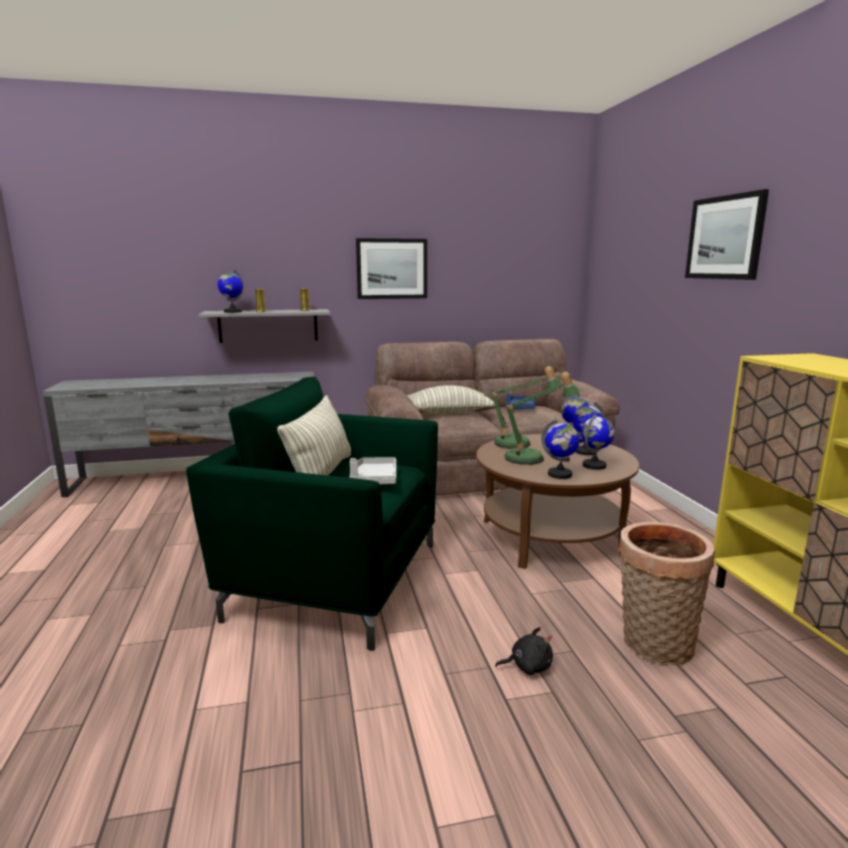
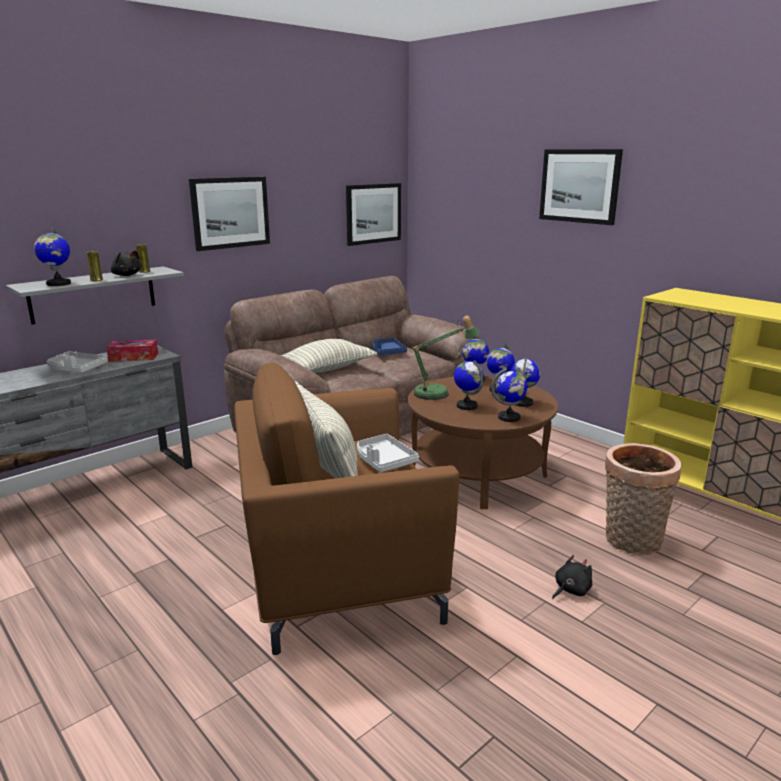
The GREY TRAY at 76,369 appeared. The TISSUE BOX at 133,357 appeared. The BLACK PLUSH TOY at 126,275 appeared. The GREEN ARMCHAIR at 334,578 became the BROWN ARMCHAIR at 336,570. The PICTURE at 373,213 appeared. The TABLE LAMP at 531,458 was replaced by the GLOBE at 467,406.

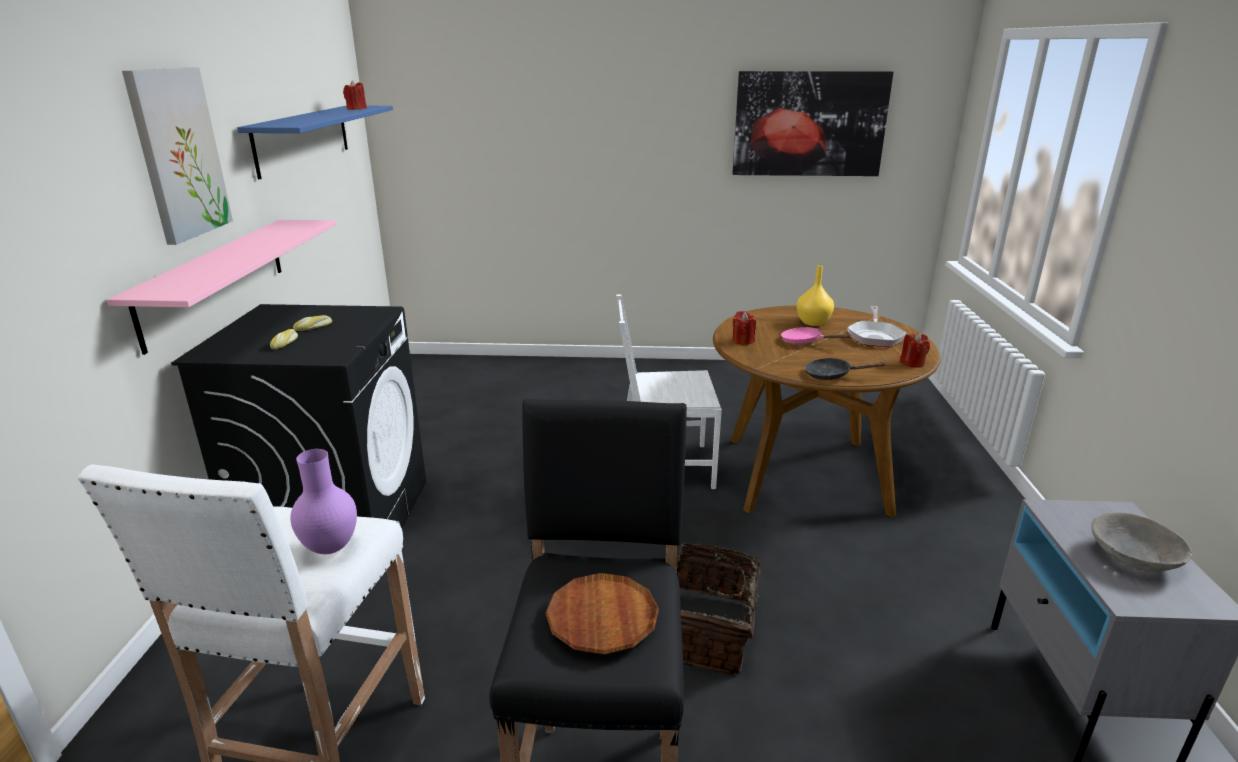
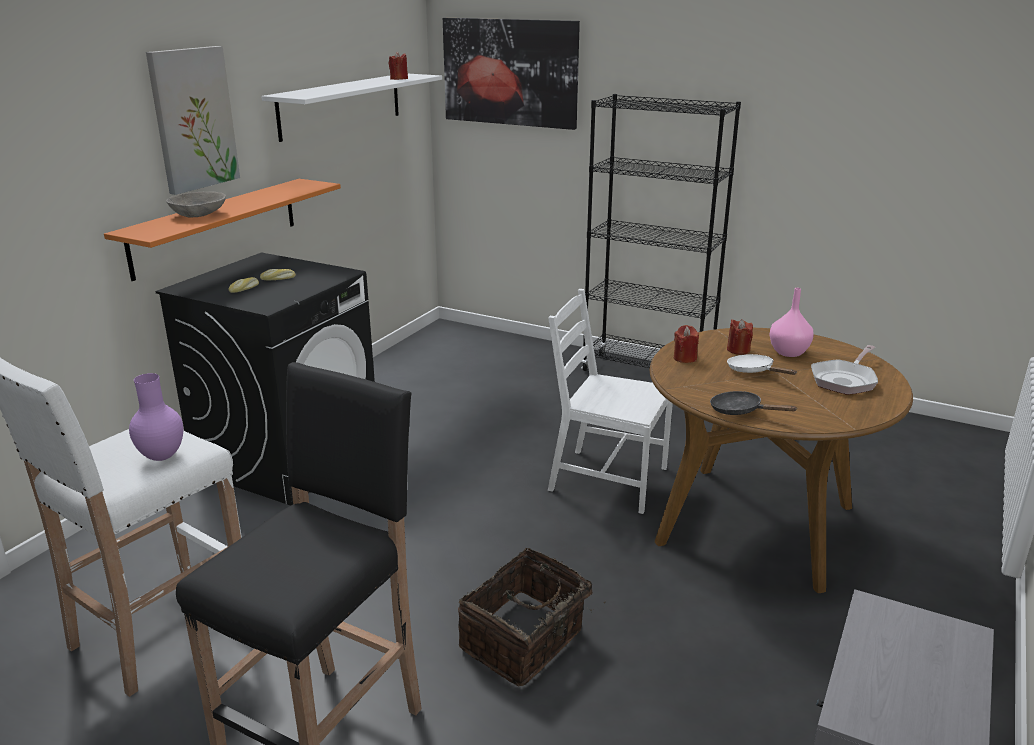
The PINK SHELF at 215,279 became the ORANGE SHELF at 216,226. The GREY BOWL moved from 1132,556 to 199,214. The BLUE SHELF at 303,138 became the WHITE SHELF at 341,105. The PICTURE moved from 809,124 to 510,72. The BLACK BOOKCASE at 647,374 appeared. The RED CANDLE moved from 912,363 to 738,350. The PINK FRYING PAN at 805,342 became the WHITE FRYING PAN at 753,371. The YELLOW VASE at 813,322 became the PINK VASE at 789,352. The BROWN PLATE at 602,619 disappeared.

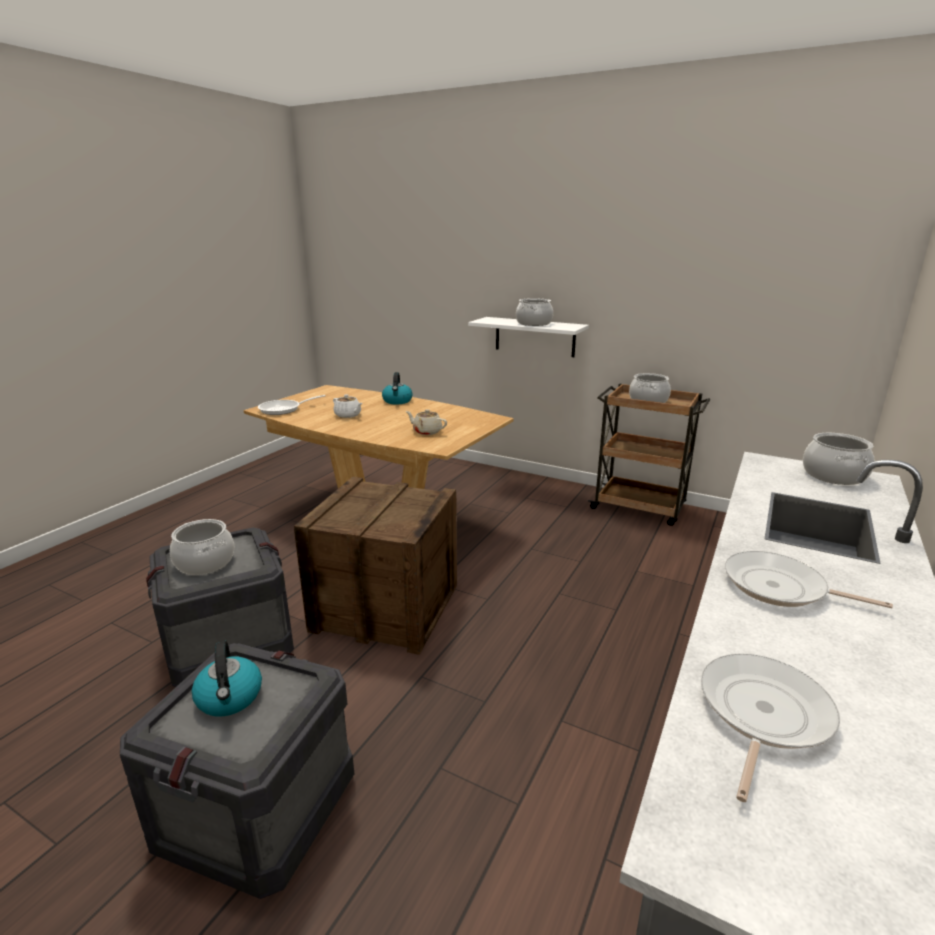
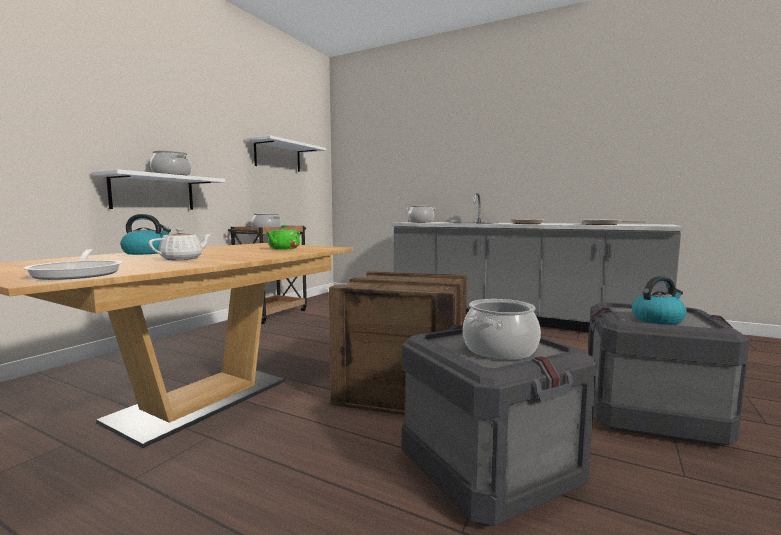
The WHITE SHELF at 278,156 appeared. The BEIGE TEAPOT at 426,431 became the GREEN TEAPOT at 283,249.

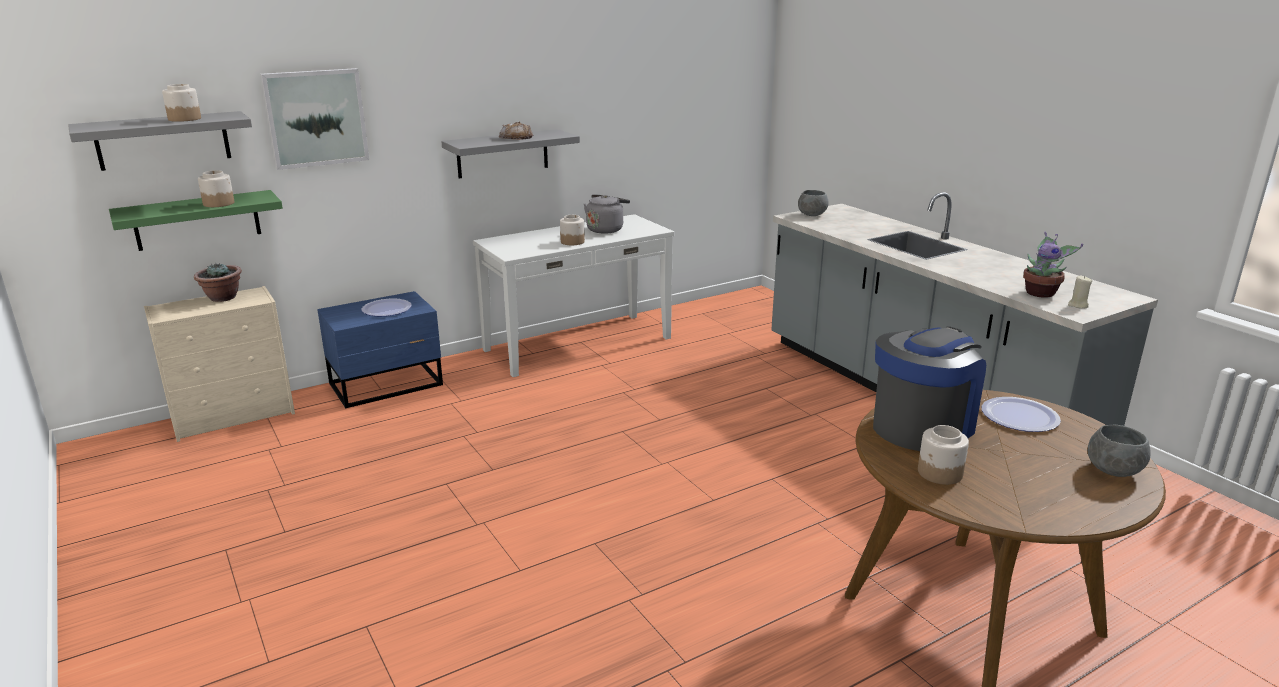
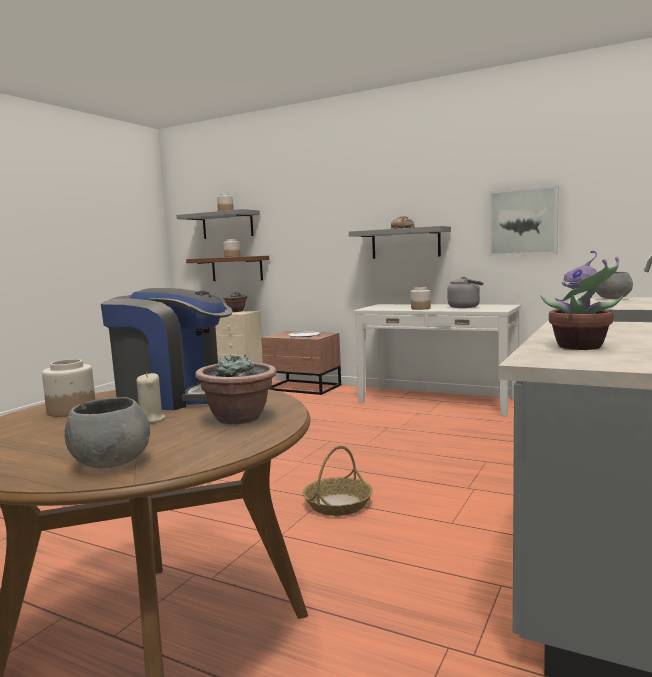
The BEIGE CANDLE moved from 1078,305 to 150,420. The GREEN SHELF at 197,220 became the BROWN SHELF at 237,268. The PLATE at 1019,416 was replaced by the POTTED PLANT at 239,418. The BLUE NIGHTSTAND at 388,385 became the BROWN NIGHTSTAND at 303,388. The BASKET at 338,504 appeared. The PICTURE moved from 316,118 to 523,222.

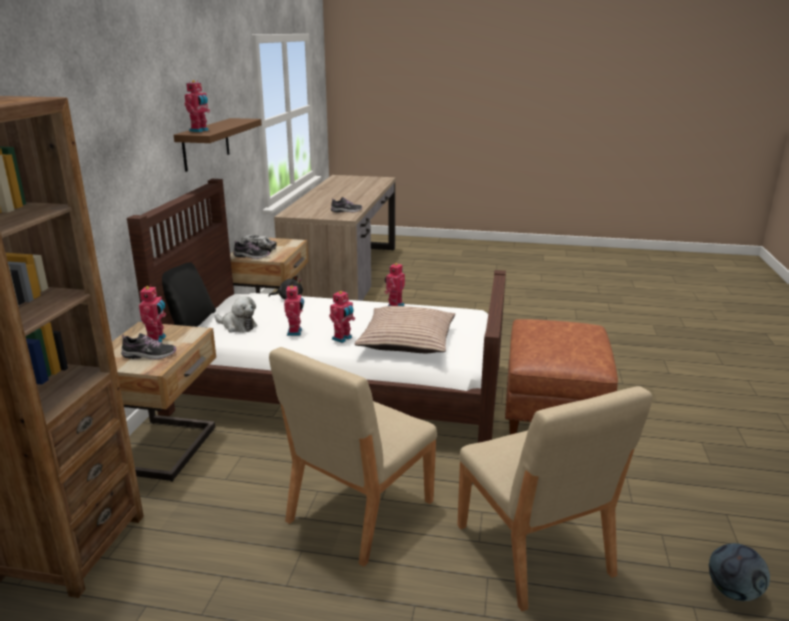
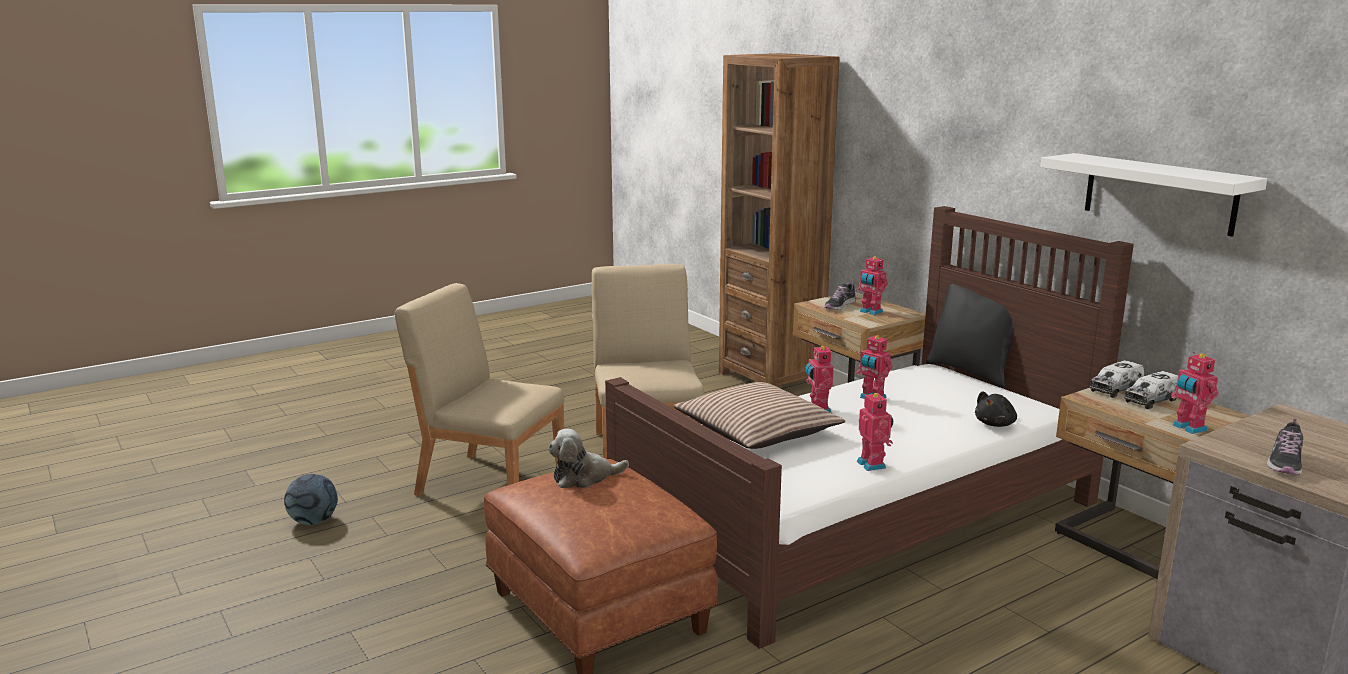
The PLUSH TOY moved from 237,326 to 584,477. The BROWN SHELF at 206,144 became the WHITE SHELF at 1159,193. The SHOE at 251,256 was replaced by the TOY TRUCK at 1116,389. The TOY ROBOT moved from 200,131 to 1188,428.

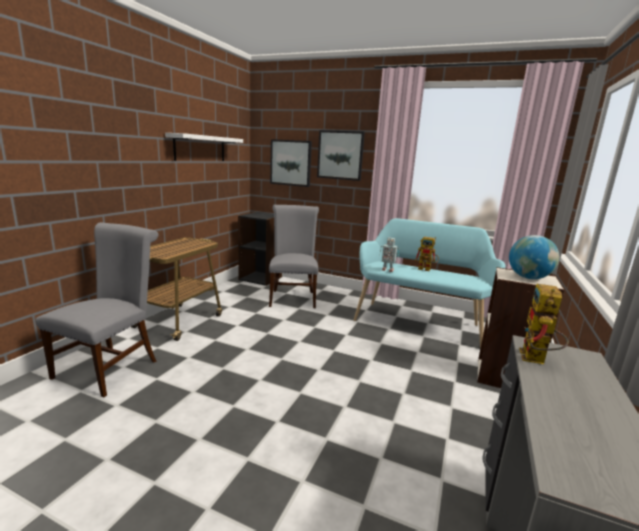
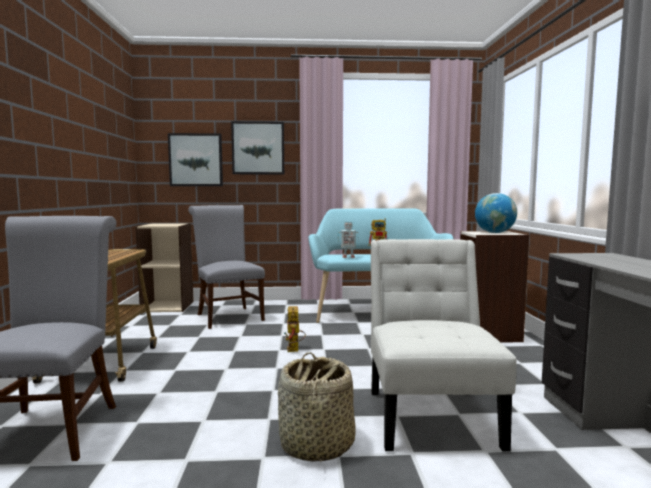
The BLACK BOOKCASE at 261,278 became the BEIGE BOOKCASE at 168,306. The BASKET at 316,445 appeared. The TOY ROBOT moved from 536,360 to 294,350. The WHITE CHAIR at 430,414 appeared. The WHITE SHELF at 200,148 disappeared.

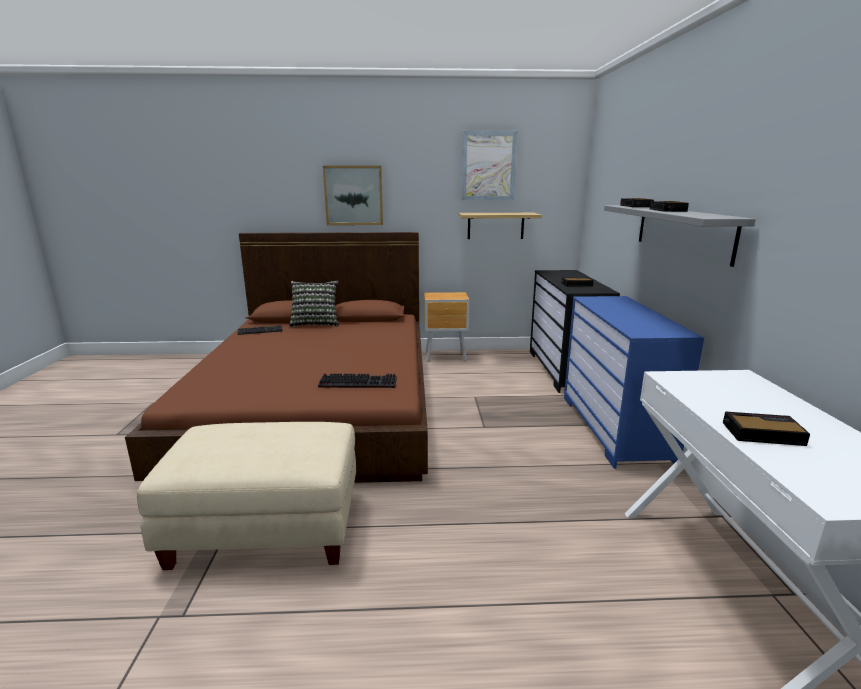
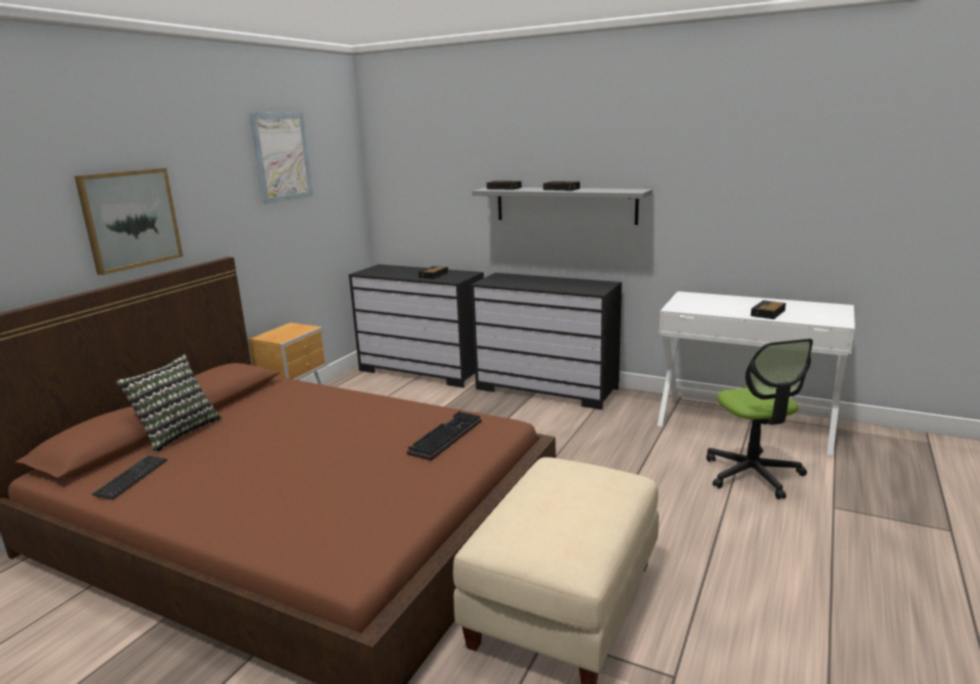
The BLUE DRESSER at 615,428 became the BLACK DRESSER at 547,388. The OFFICE CHAIR at 753,474 appeared. The SHELF at 495,226 disappeared.

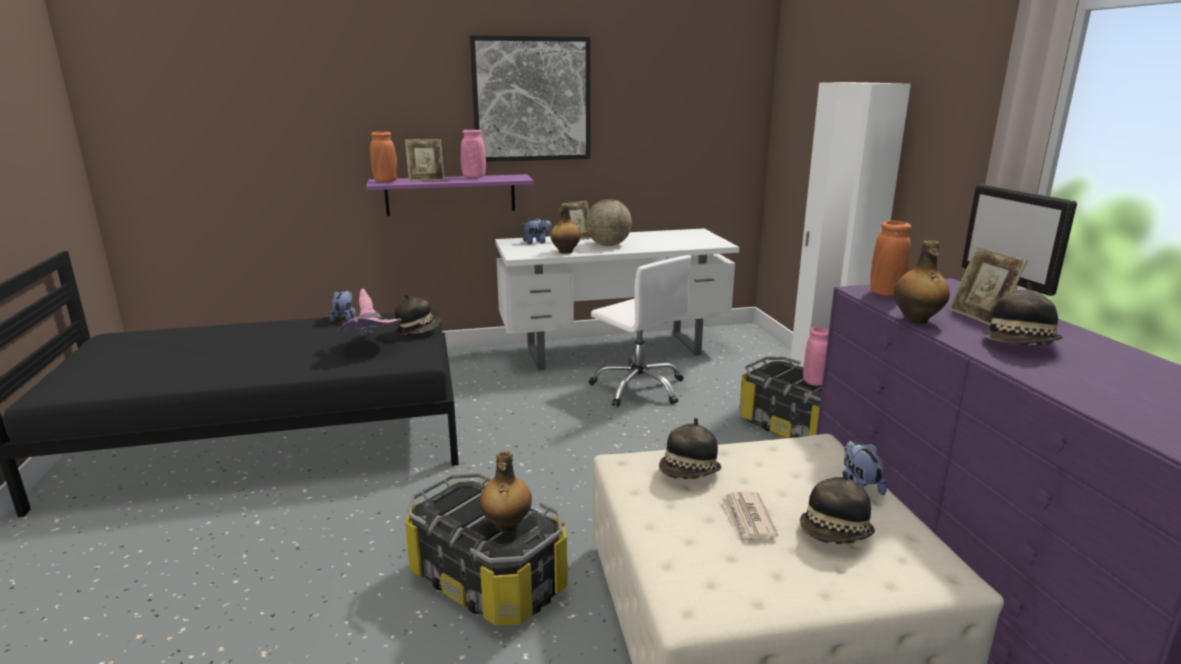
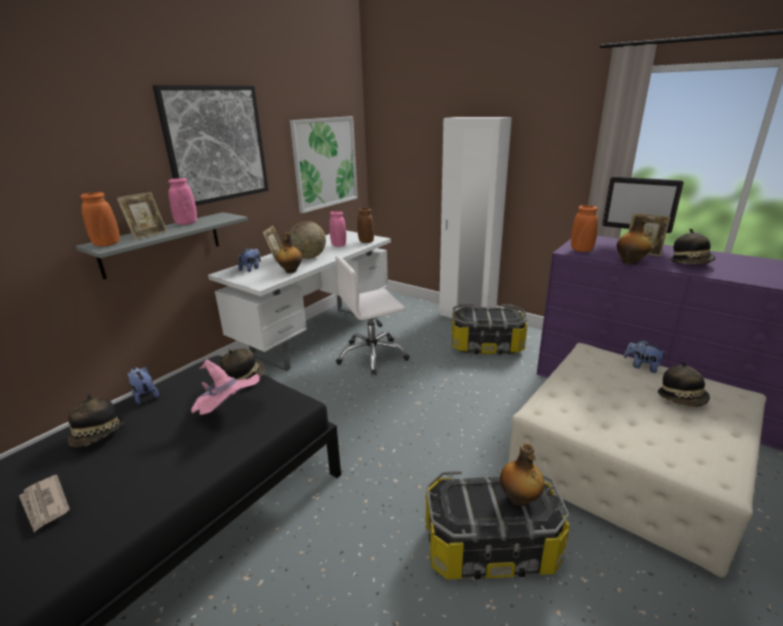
The NEWSPAPER moved from 748,519 to 45,504. The HAT moved from 689,474 to 98,436. The PURPLE SHELF at 450,195 became the GREY SHELF at 162,244. The PICTURE at 325,163 appeared. The PINK VASE moved from 814,382 to 338,245. The WHITE OFFICE CHAIR at 639,387 turned 150 degrees clockwise. The BROWN VASE at 366,242 appeared.

